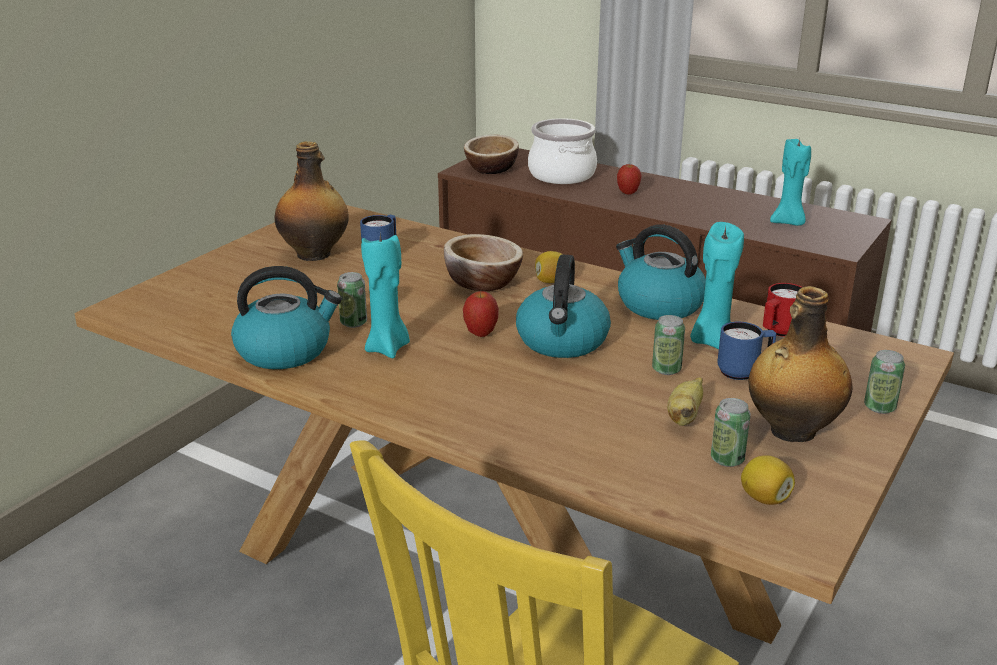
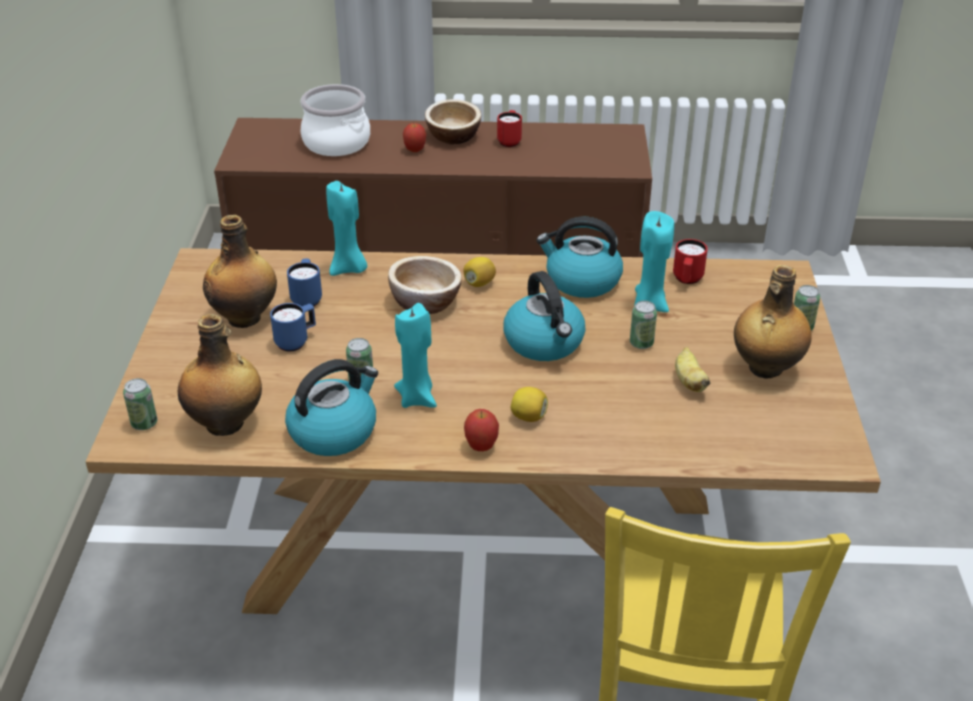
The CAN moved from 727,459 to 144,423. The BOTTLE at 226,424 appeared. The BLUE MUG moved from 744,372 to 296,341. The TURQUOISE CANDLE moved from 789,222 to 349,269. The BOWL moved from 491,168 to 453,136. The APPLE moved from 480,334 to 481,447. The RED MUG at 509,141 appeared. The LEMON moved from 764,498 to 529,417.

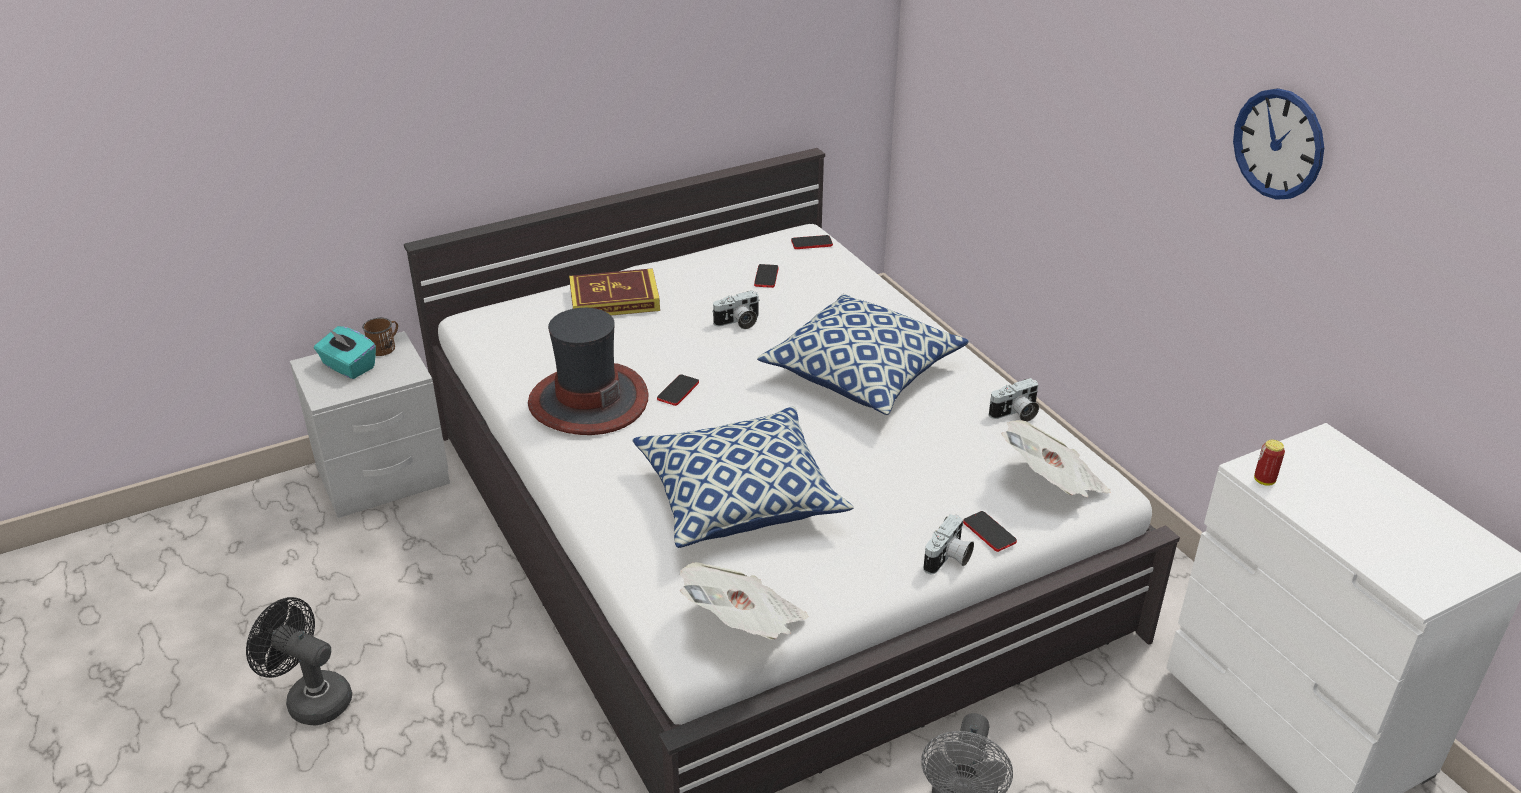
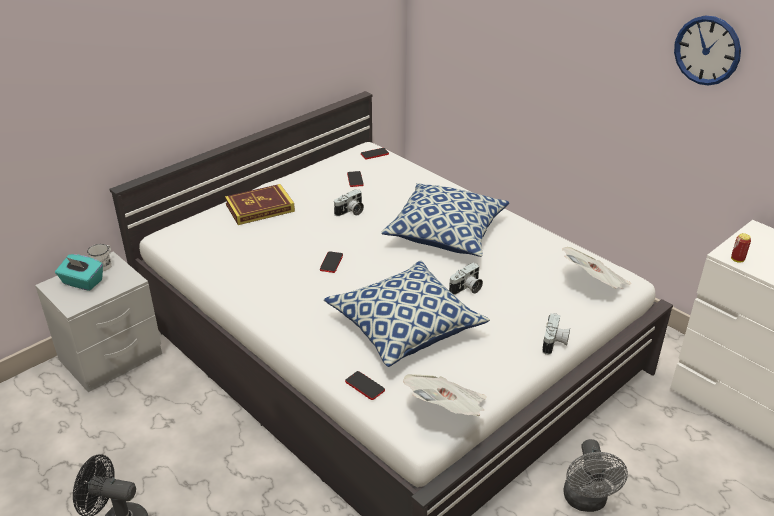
The BROWN MUG at 385,347 became the WHITE MUG at 104,264. The PHONE moved from 989,532 to 365,386. The PHOTO CAMERA moved from 1015,414 to 467,289. The HAT at 588,401 disappeared.

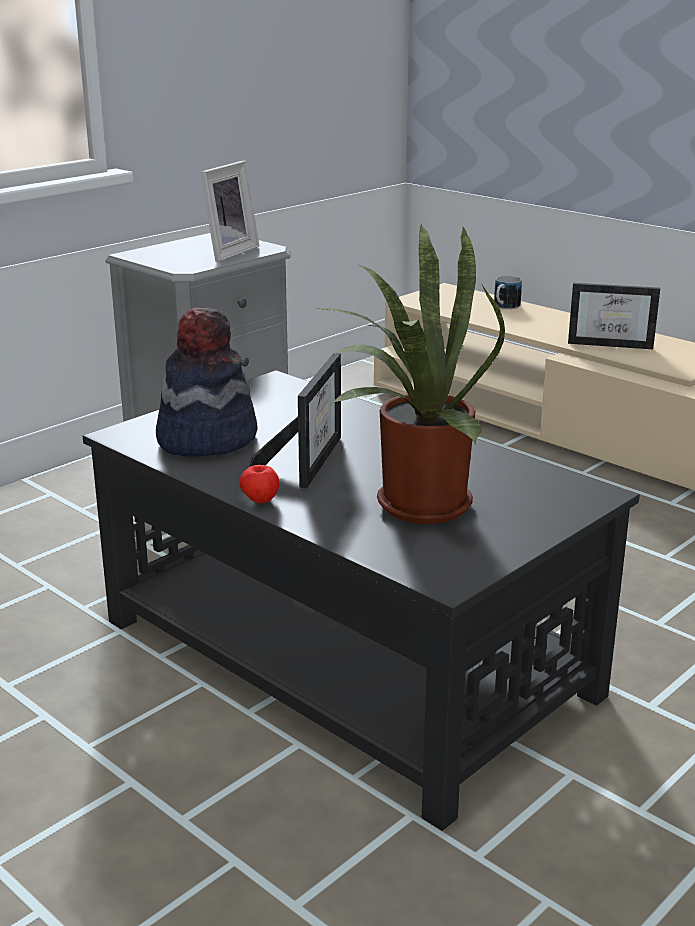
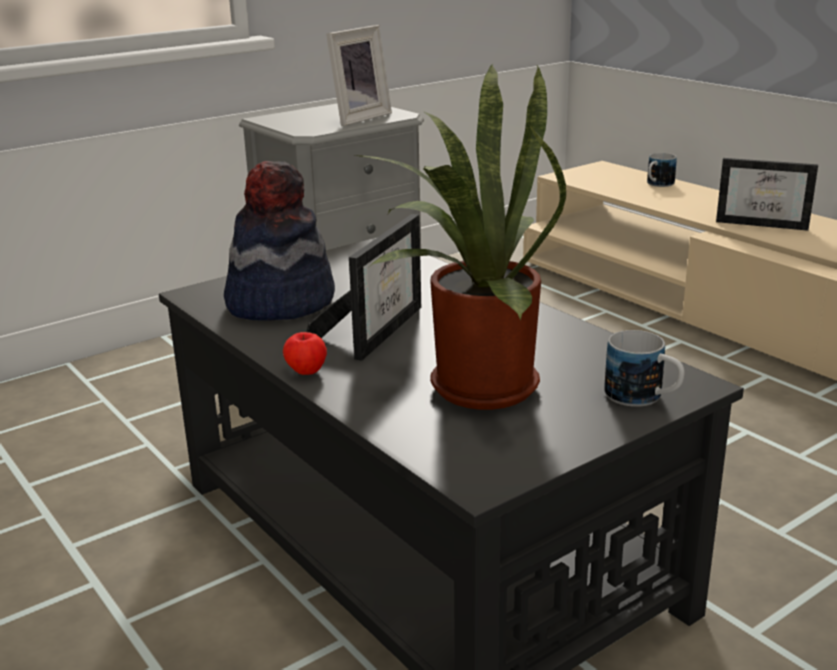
The MUG at 643,398 appeared.

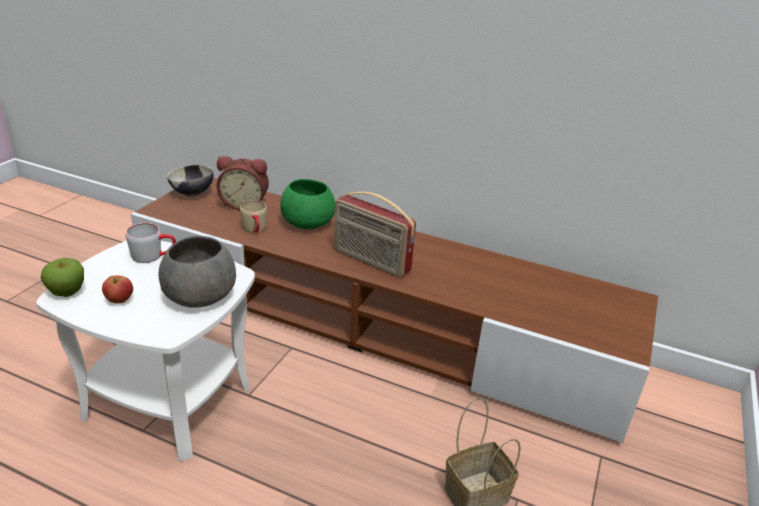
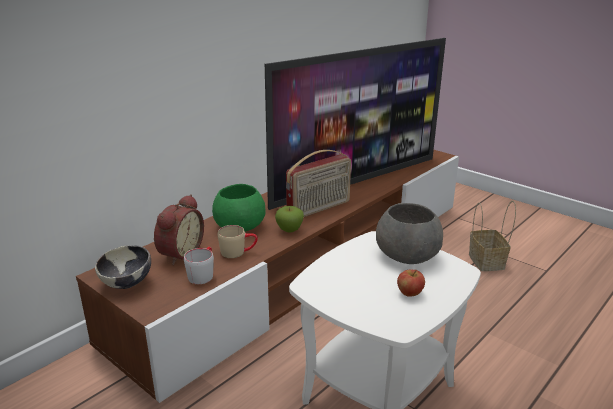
The GREY MUG moved from 154,256 to 203,274. The TELEVISION at 356,181 appeared. The APPLE moved from 67,292 to 289,230.

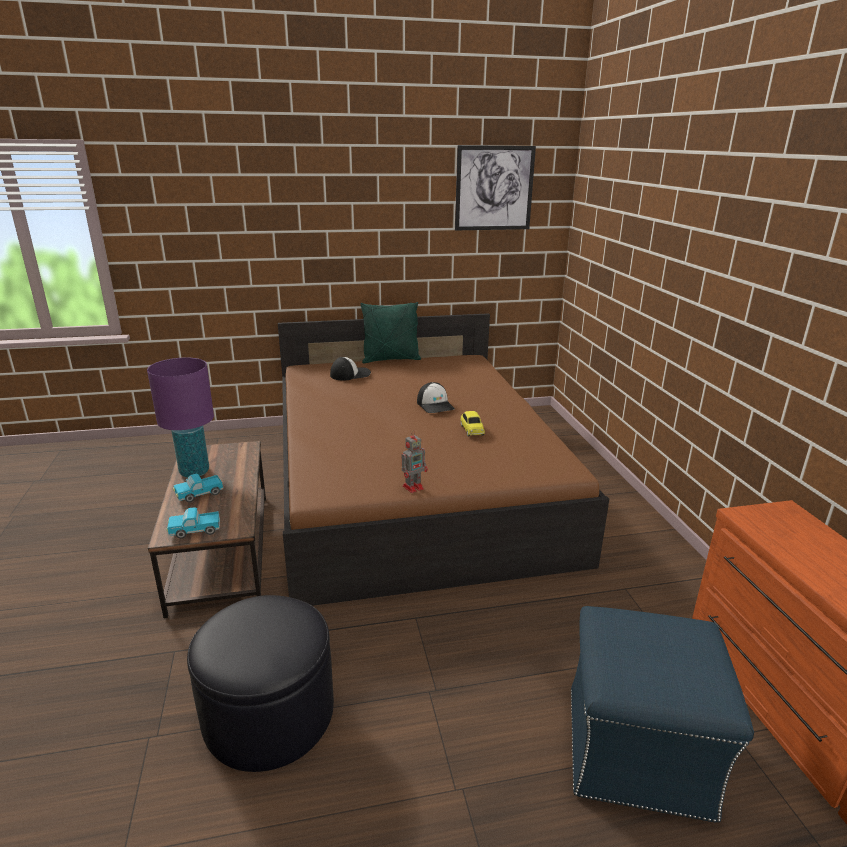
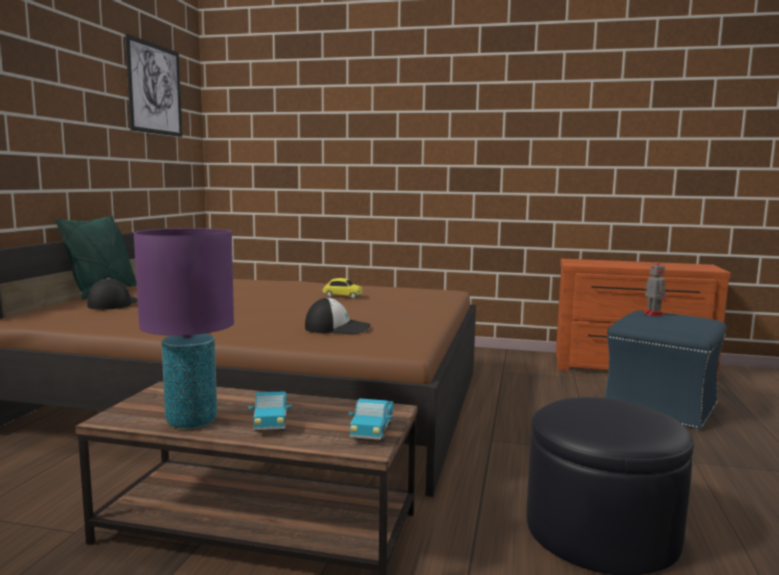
The CAP moved from 435,405 to 338,328. The TOY ROBOT moved from 414,487 to 652,314.

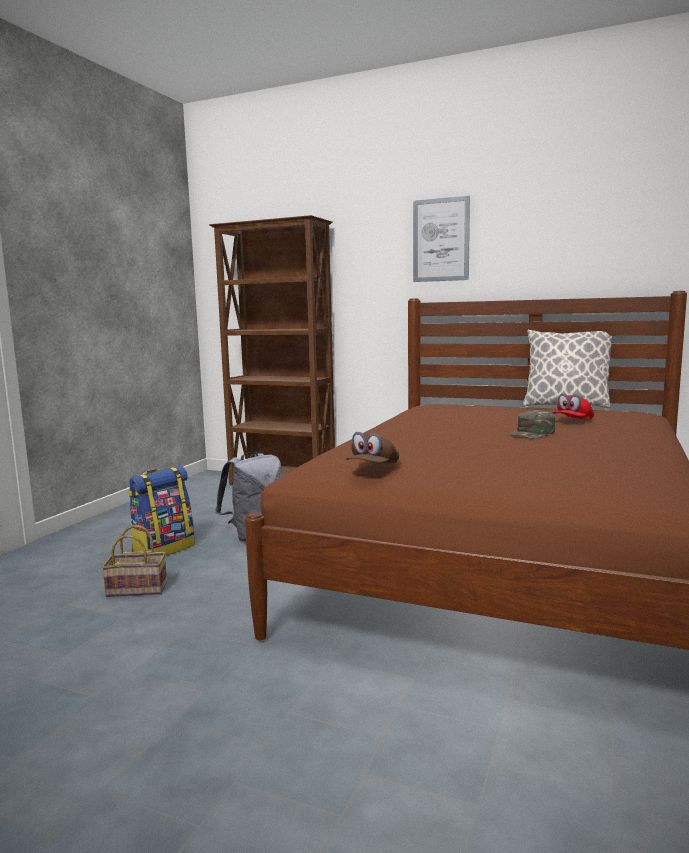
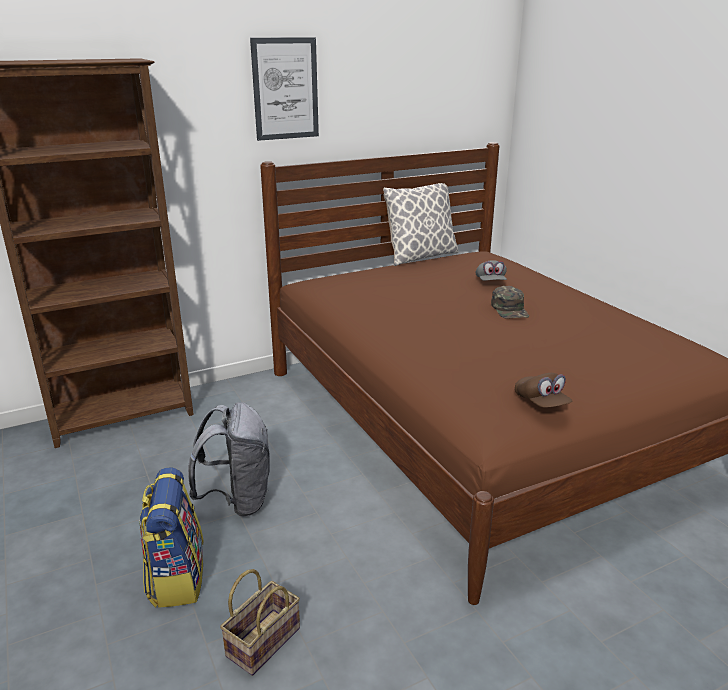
The RED CAP at 573,421 became the GREY CAP at 490,282.

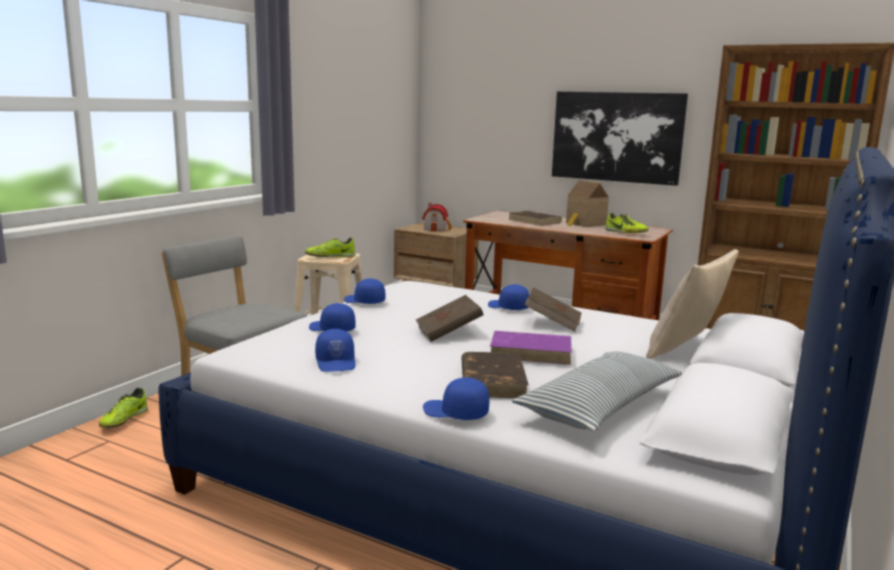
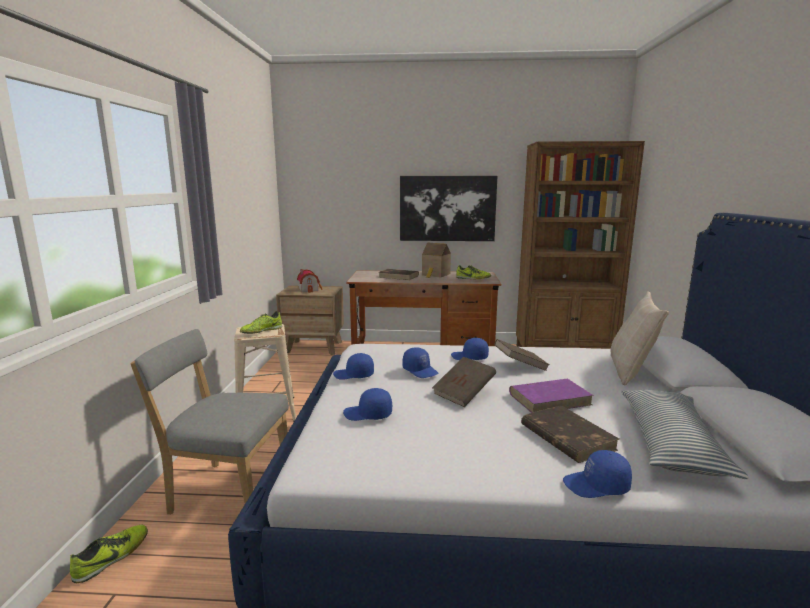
The SHOE at 123,420 turned 135 degrees counterclockwise. The BLUE CAP moved from 336,363 to 420,371.

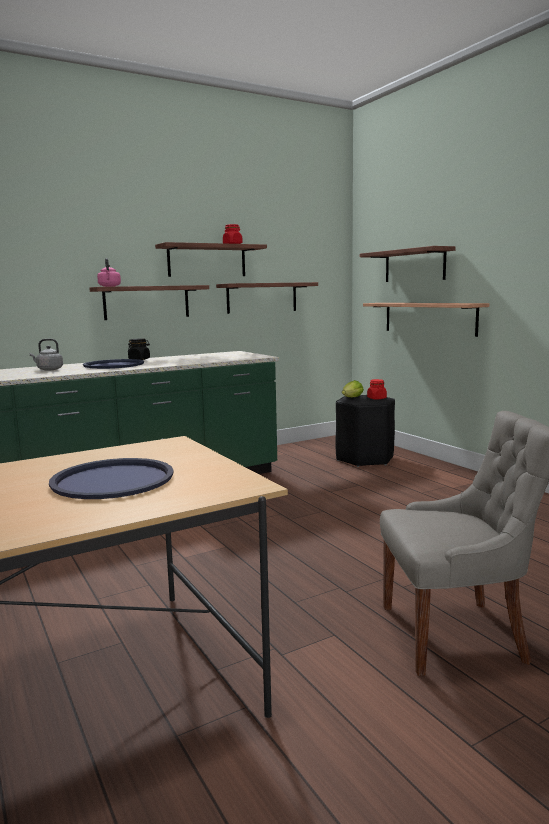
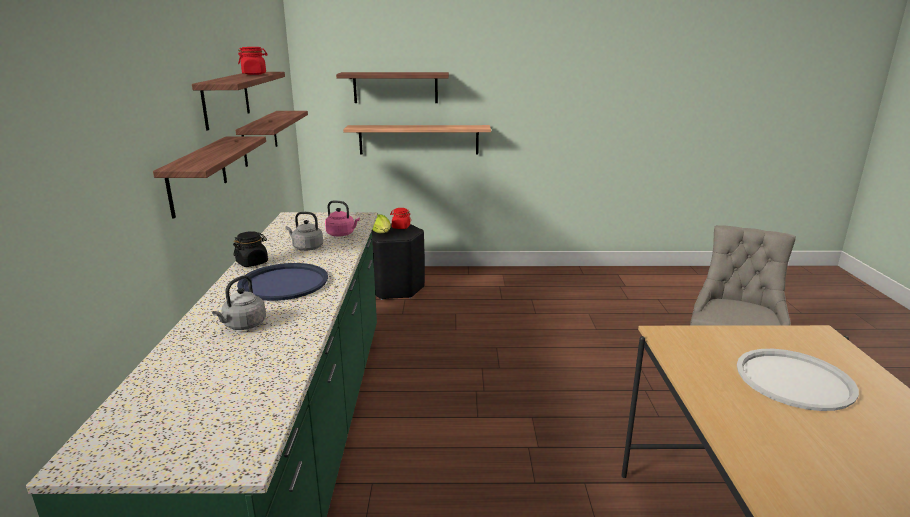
The GREY KETTLE at 306,248 appeared. The PINK KETTLE moved from 109,286 to 342,234. The BLUE TRAY at 113,480 became the WHITE TRAY at 794,380.

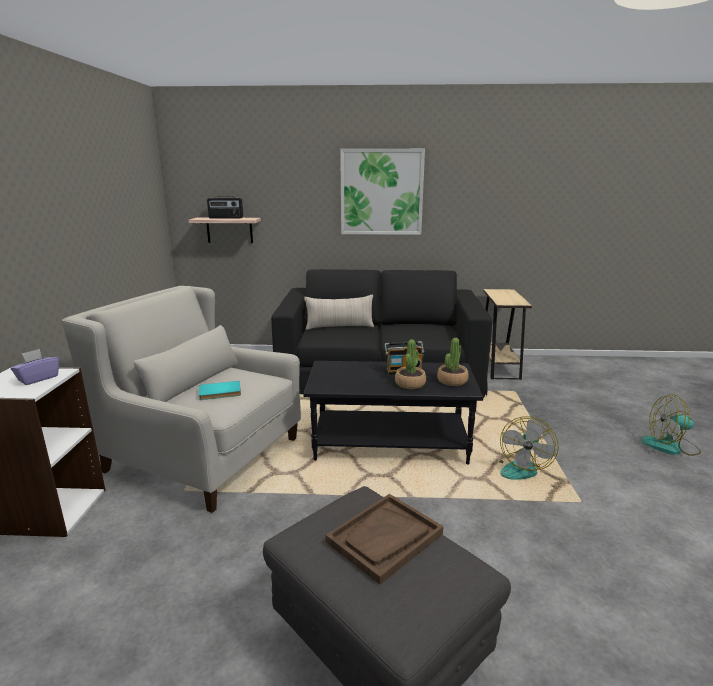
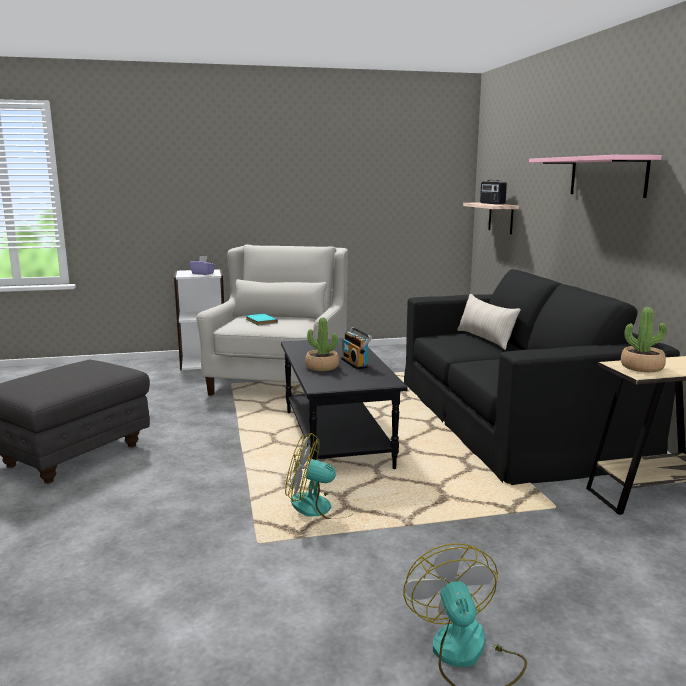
The PICTURE at 381,192 was replaced by the PINK SHELF at 607,176. The POTTED PLANT moved from 452,381 to 642,367. The BROWN TRAY at 385,538 disappeared.

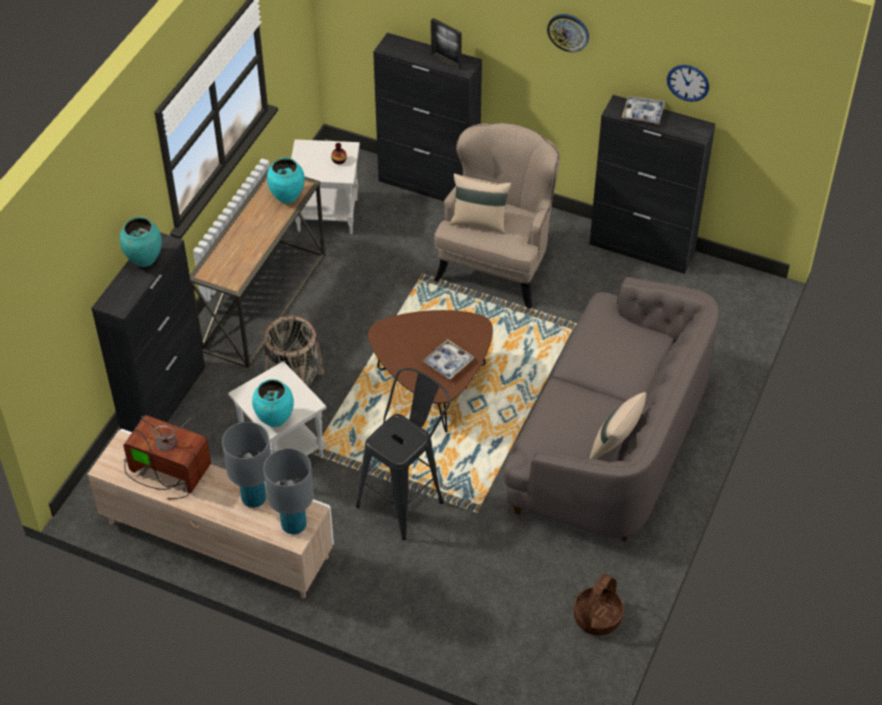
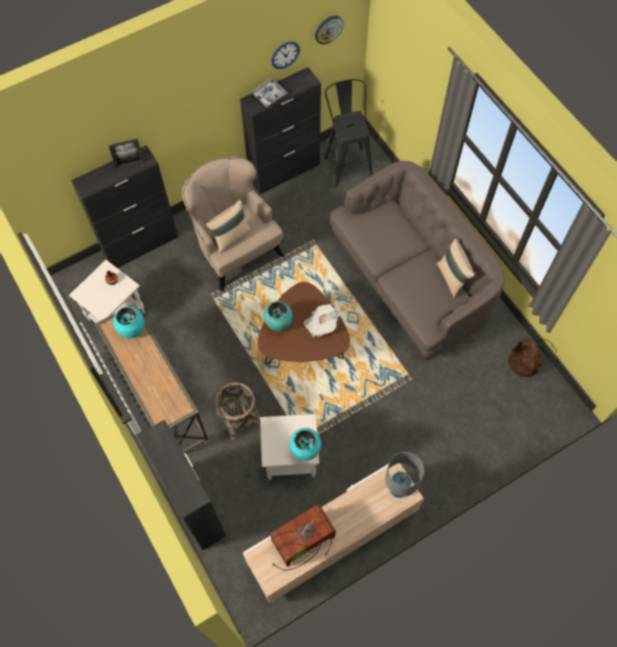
The TURQUOISE VASE moved from 144,260 to 279,324. The TRAY at 448,363 was replaced by the NEWSPAPER at 321,324. The WALL CLOCK moved from 568,32 to 328,29. The BLACK STOOL moved from 406,499 to 347,163. The GREY TABLE LAMP at 254,499 disappeared.

